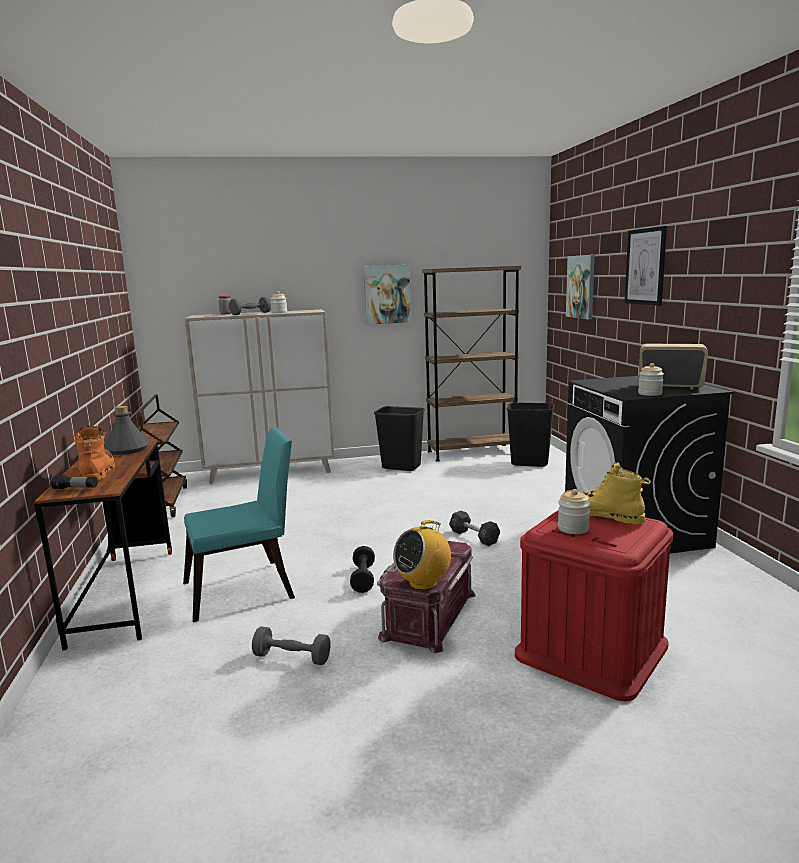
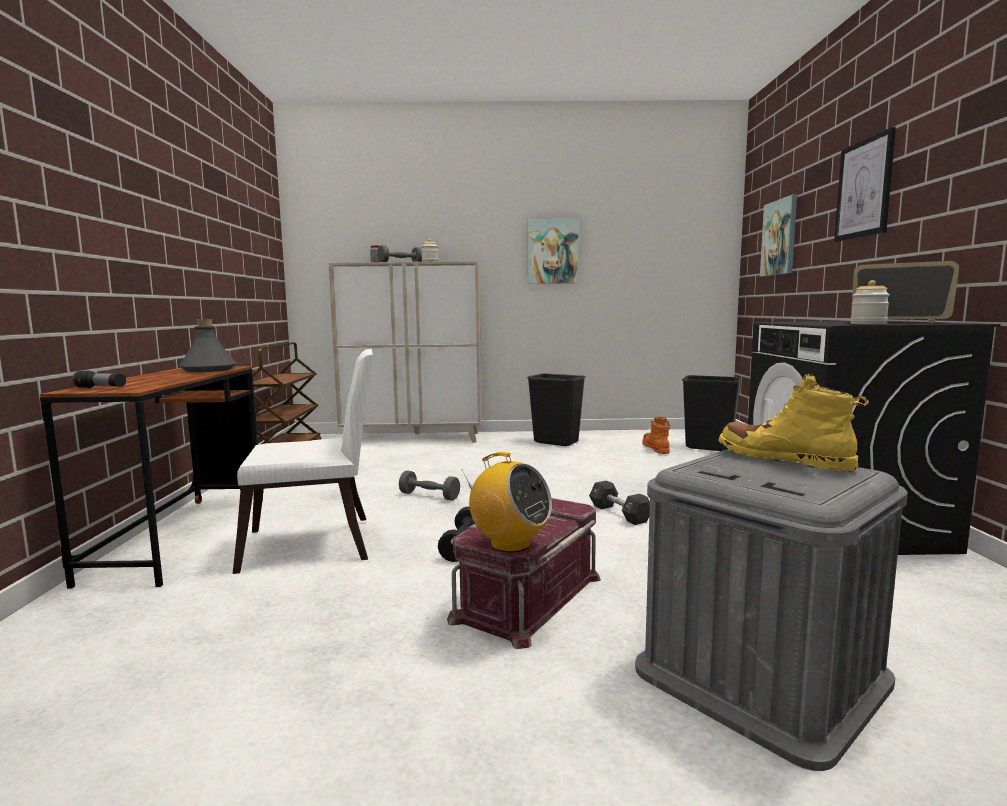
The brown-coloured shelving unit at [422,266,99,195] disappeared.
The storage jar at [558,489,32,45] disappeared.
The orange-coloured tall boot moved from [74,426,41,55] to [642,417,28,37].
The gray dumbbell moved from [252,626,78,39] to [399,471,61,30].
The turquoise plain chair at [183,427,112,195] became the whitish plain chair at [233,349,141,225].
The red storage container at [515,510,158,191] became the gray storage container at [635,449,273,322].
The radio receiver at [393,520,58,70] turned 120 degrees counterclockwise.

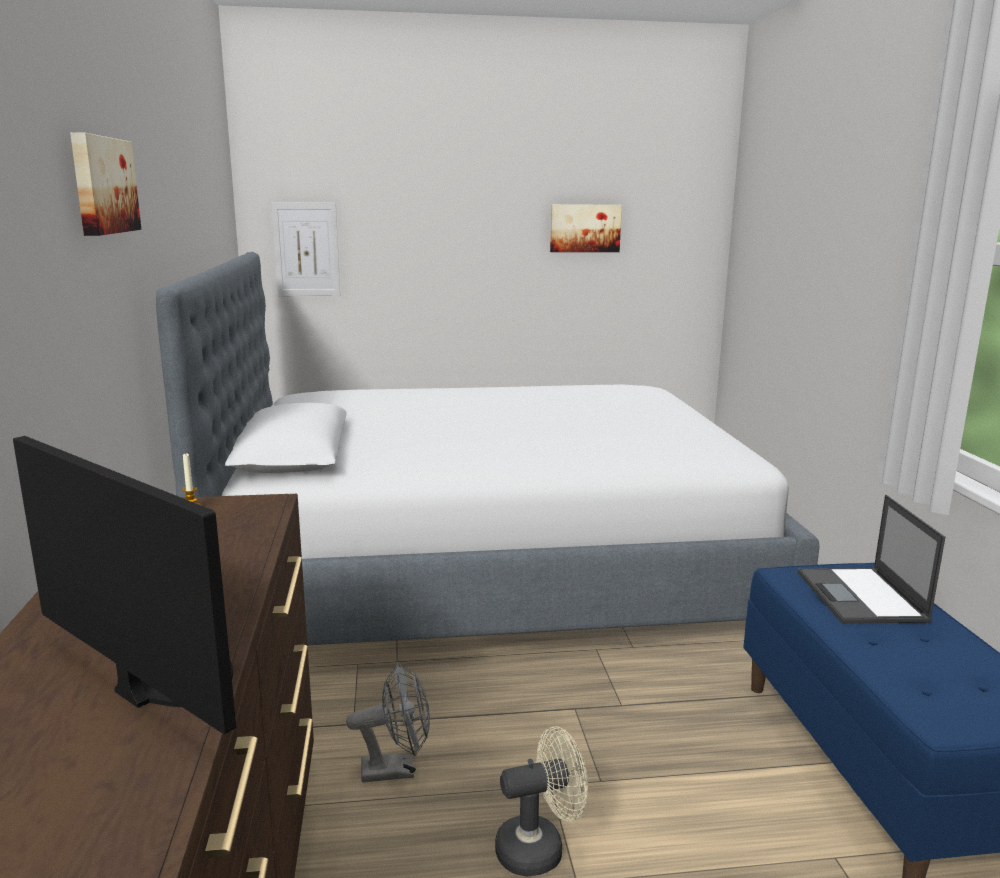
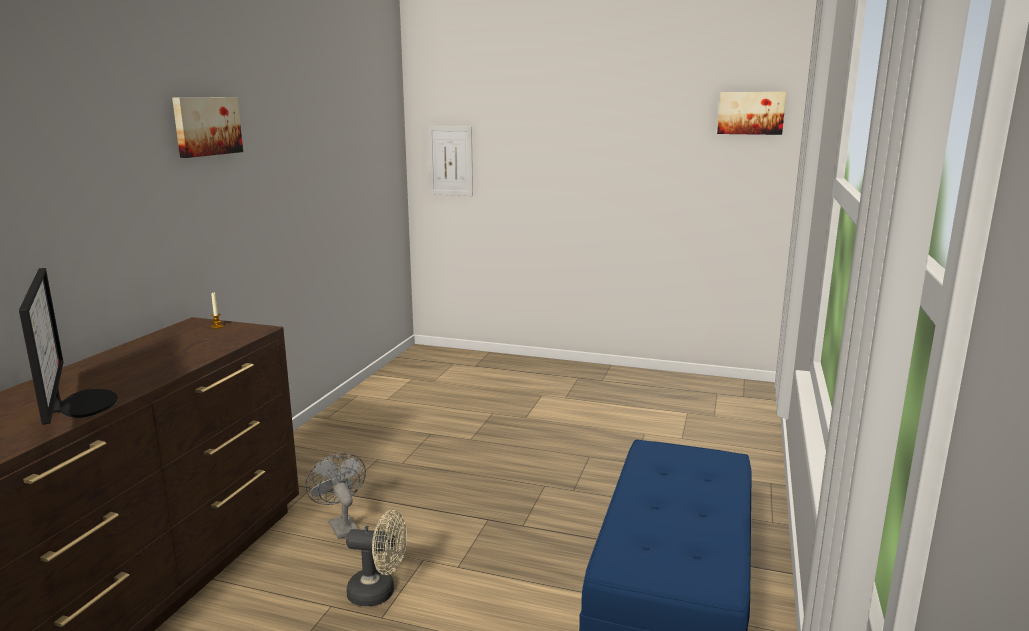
The bed at [156,252,663,393] disappeared.
The notebook computer at [798,495,147,129] disappeared.
The wall art moved from [550,204,72,48] to [717,92,69,43].
The gray fan at [346,663,84,120] turned 135 degrees counterclockwise.

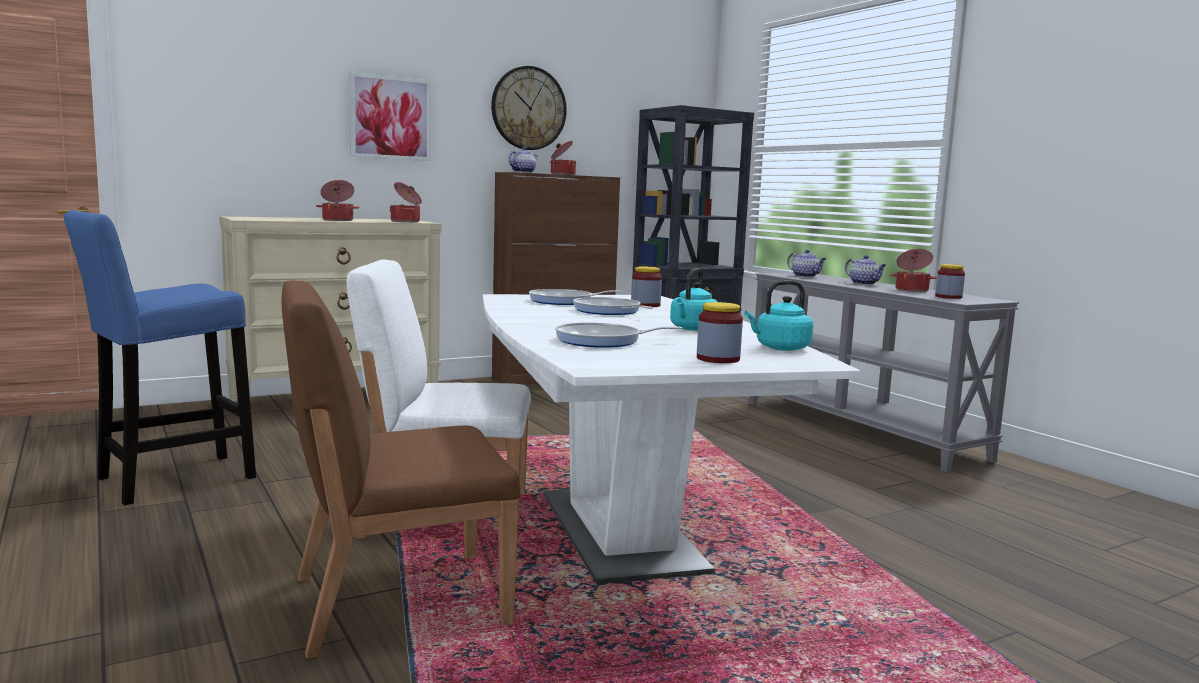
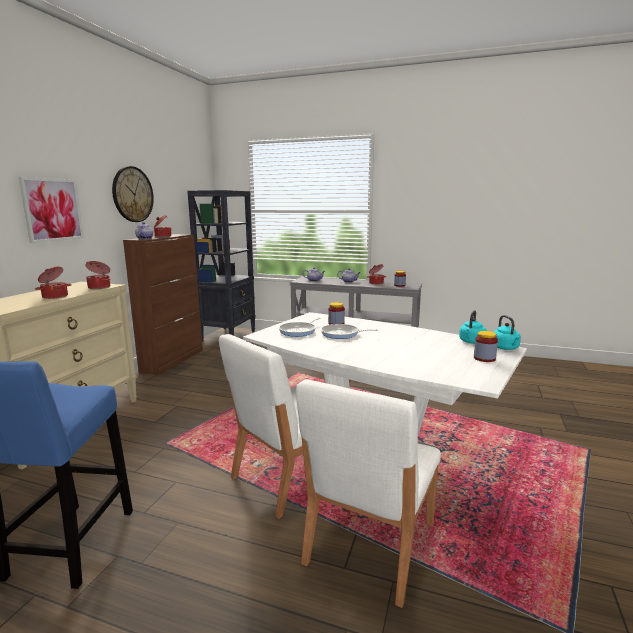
The skillet at [555,323,127,25] disappeared.
The turquoise water kettle moved from [670,268,47,63] to [493,315,28,35].
The brown-coloured plain chair at [282,280,238,378] became the whitish plain chair at [296,379,145,229].

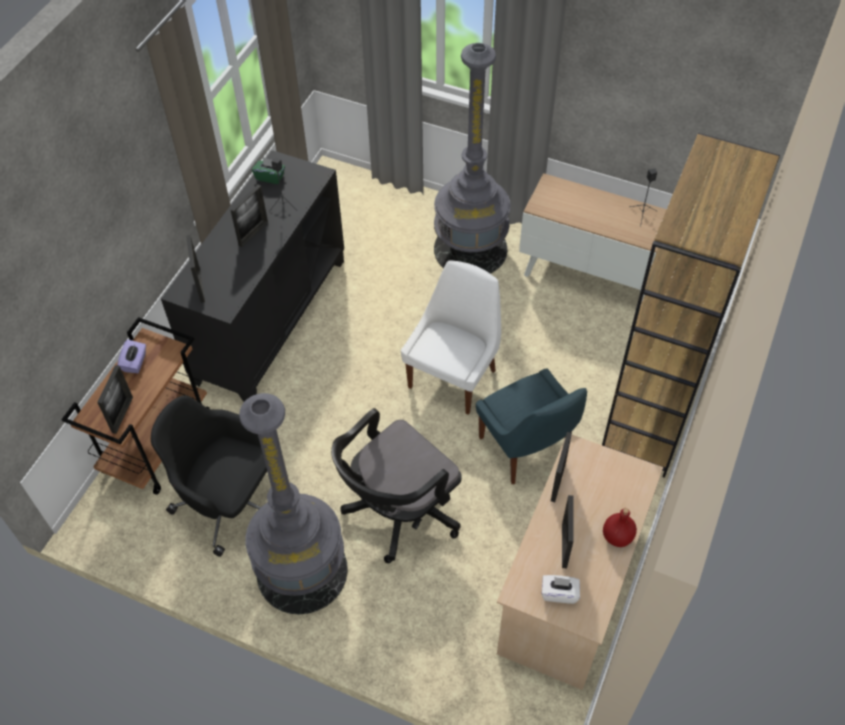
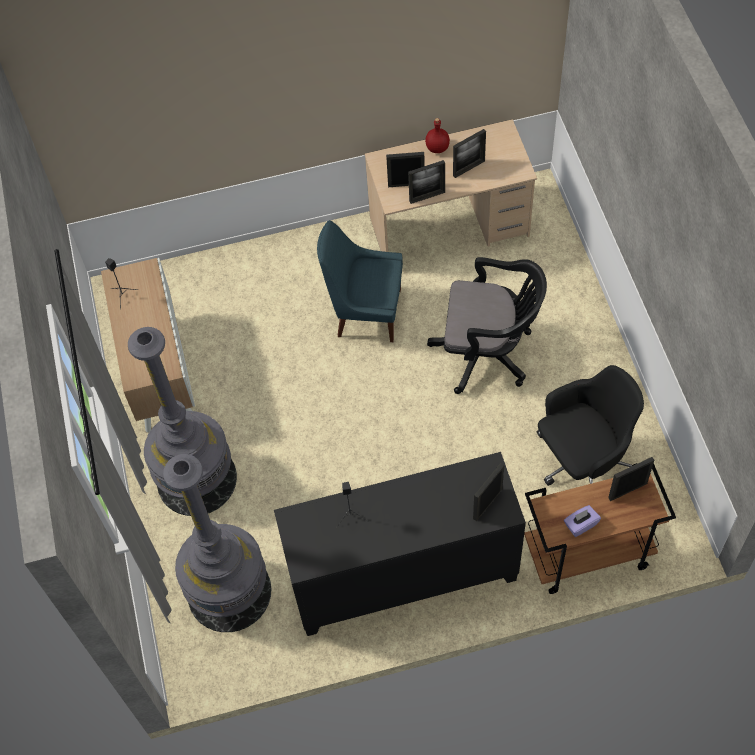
The green tissue box at [252,158,33,26] disappeared.
The whitish plain chair at [401,260,100,155] disappeared.
The whitish tissue box at [542,575,38,29] disappeared.
The brown-coloured shelving unit at [602,133,178,345] disappeared.
The picture frame moved from [230,185,38,62] to [386,152,39,35].
The gray standard lamp moved from [239,393,109,221] to [163,454,108,178].
The black desk chair at [151,395,116,162] turned 105 degrees counterclockwise.
The bluish plain chair at [476,368,111,116] turned 105 degrees counterclockwise.

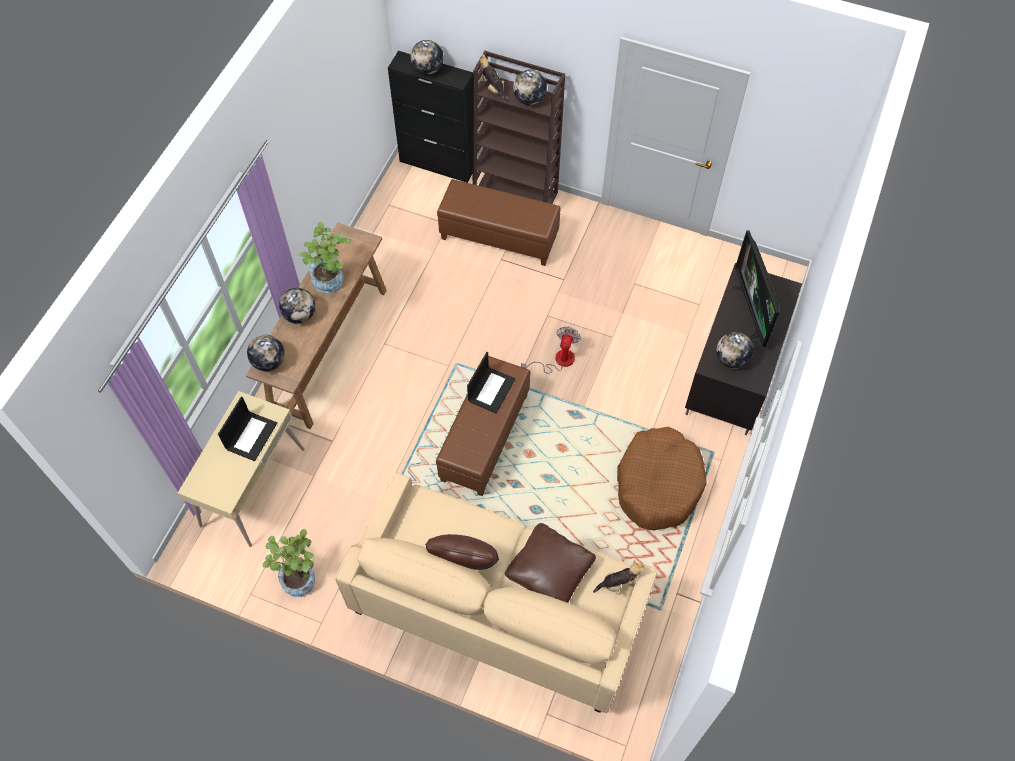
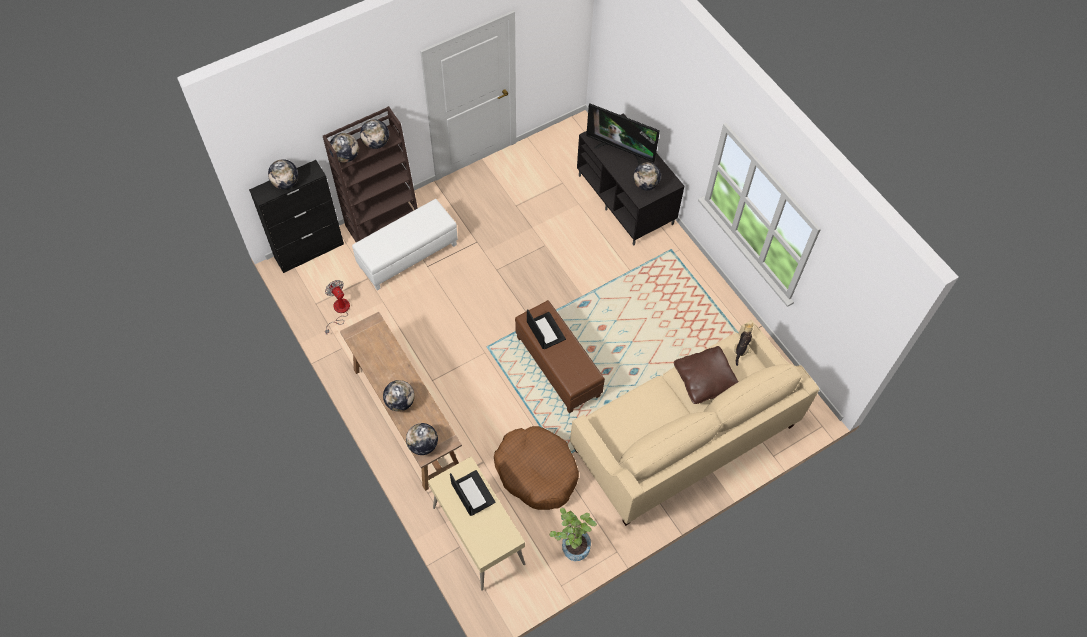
The potted plant at [299,222,53,71] disappeared.
The brown-coloured pillow at [425,534,74,36] disappeared.
The fan moved from [521,327,60,47] to [325,280,25,54].
The brown-coloured dog cushion moved from [617,427,90,103] to [494,426,85,84].
The plush toy at [476,54,34,48] was replaced by the globe at [329,133,30,30].
The brown-coloured footrest at [437,179,124,87] became the whitish footrest at [352,199,106,92].

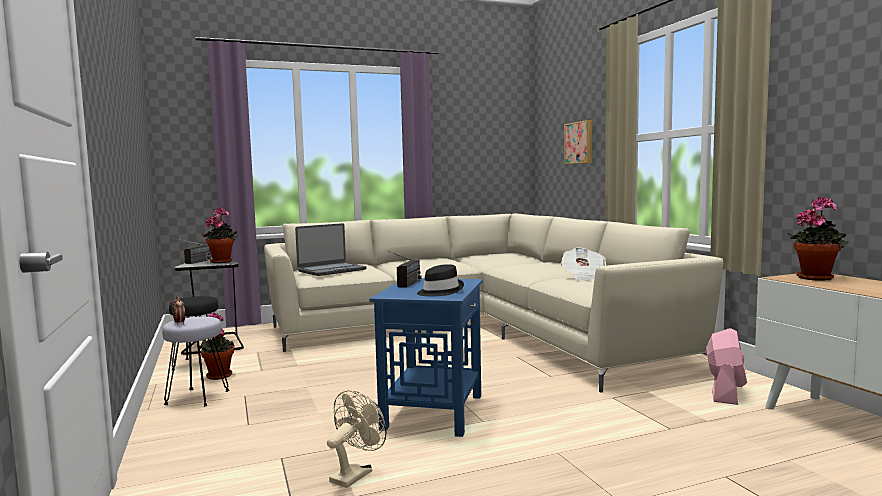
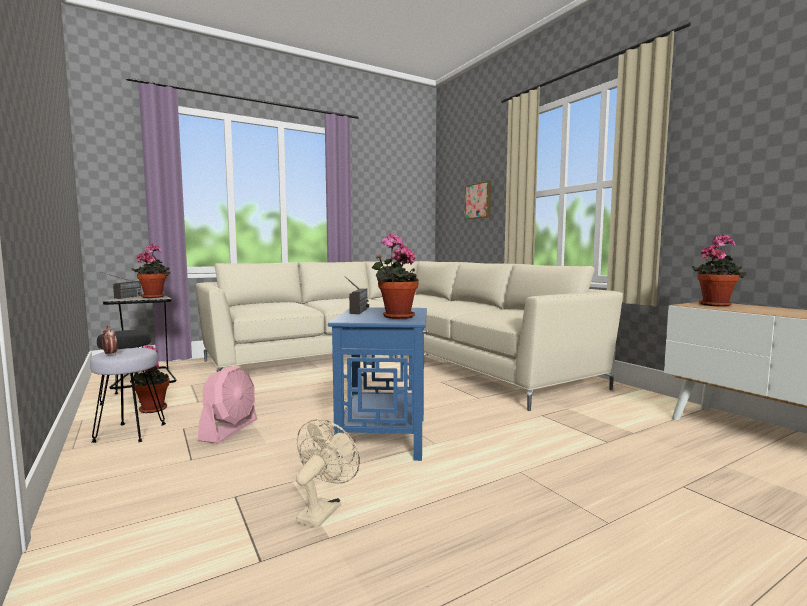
The notebook computer at [295,223,71,53] disappeared.
The printed paper at [560,247,46,34] disappeared.
The pinkish fan moved from [706,328,41,77] to [198,365,59,79].
The black hat at [417,264,47,32] was replaced by the potted plant at [371,234,48,85].

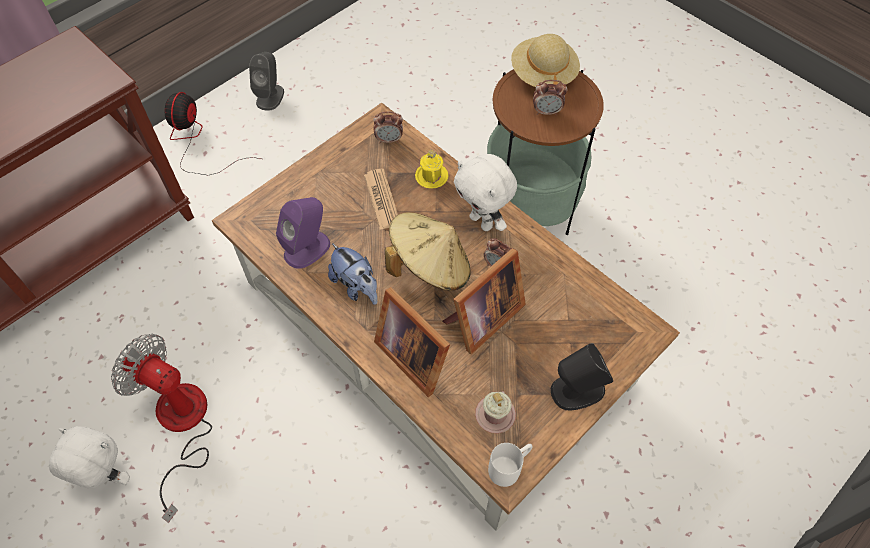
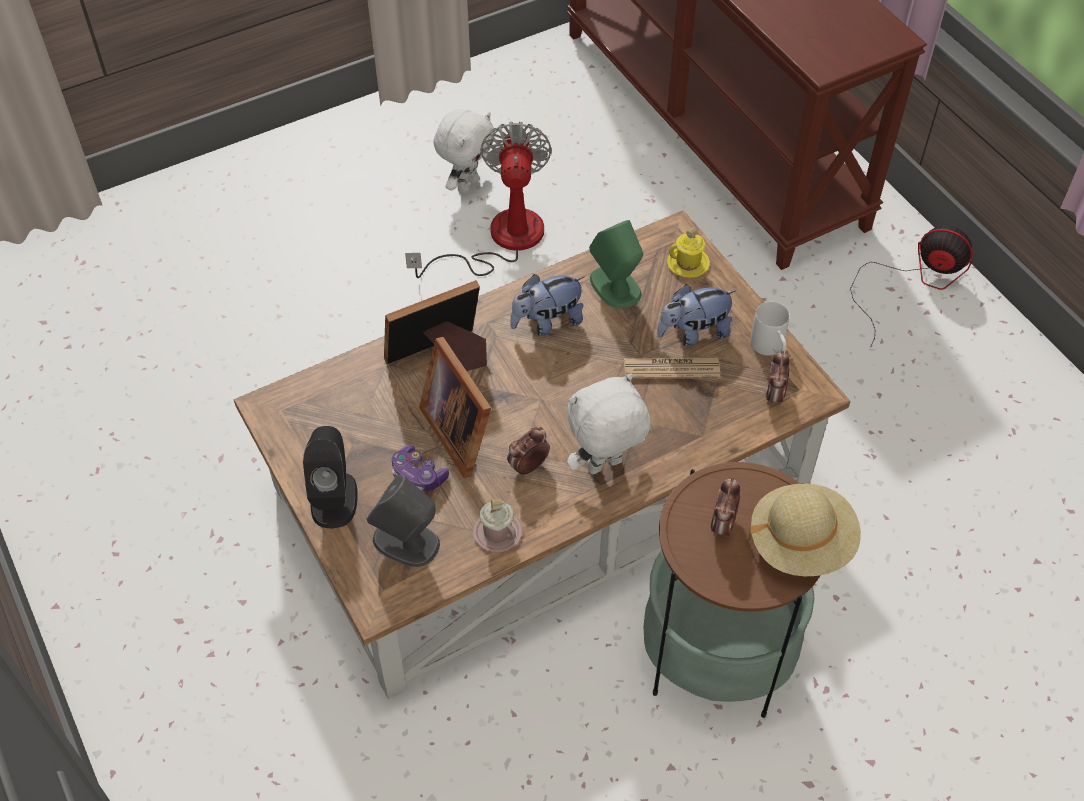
The beige-coloured hat at [385,212,86,79] disappeared.
The joypad at [392,445,57,46] appeared.
The plush toy at [657,284,80,62] appeared.
The gray loudspeaker moved from [249,52,35,59] to [367,475,73,92].
The yellow tea mug moved from [415,149,34,40] to [667,227,43,51].
The pinkish tea mug moved from [475,391,41,42] to [473,499,49,53].
The whitish tea mug moved from [488,443,45,44] to [750,302,40,53].
The purplish loudspeaker at [276,197,54,72] became the green loudspeaker at [589,220,54,89].
The fan at [111,334,101,189] turned 45 degrees counterclockwise.

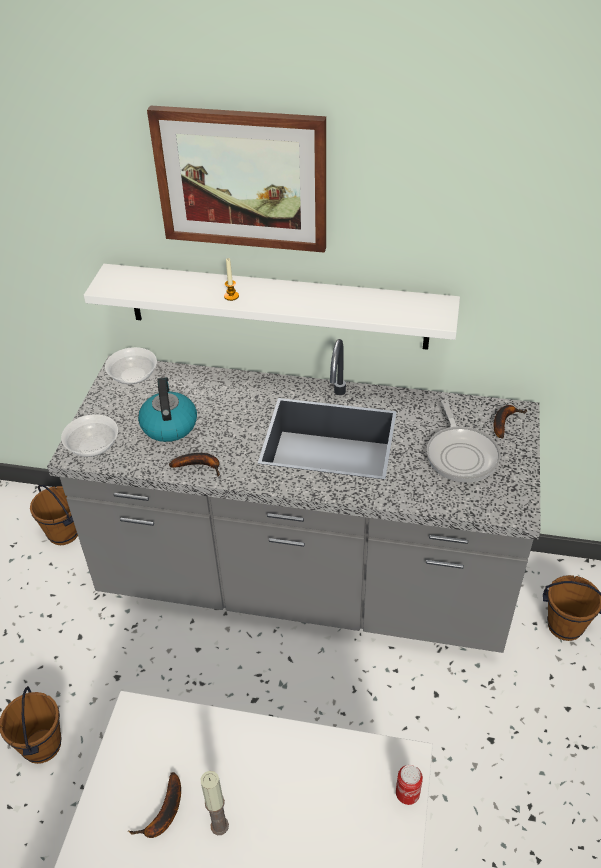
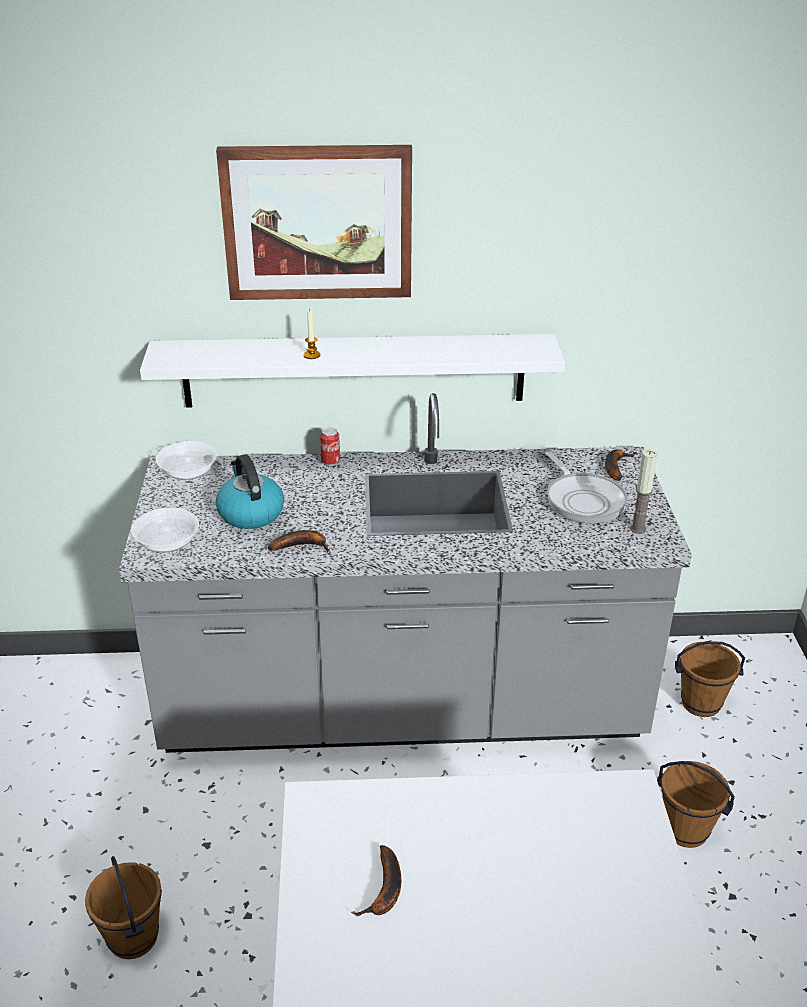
The brown-coloured pail moved from [30,485,48,60] to [657,761,78,87].
The candle moved from [200,771,29,64] to [630,450,27,84].
The sealed can moved from [396,765,27,40] to [320,427,20,39].

